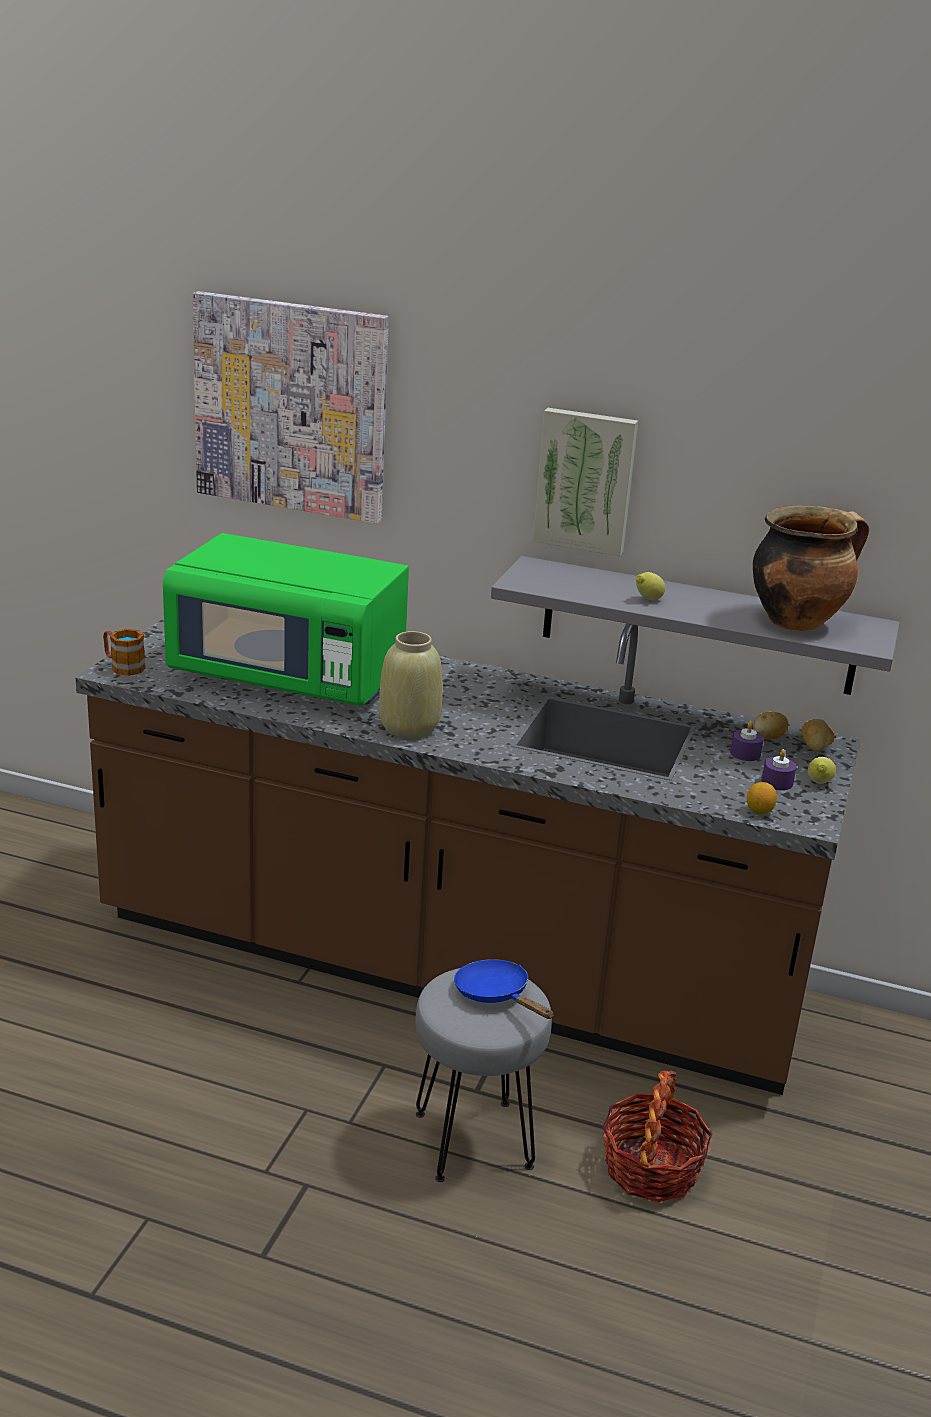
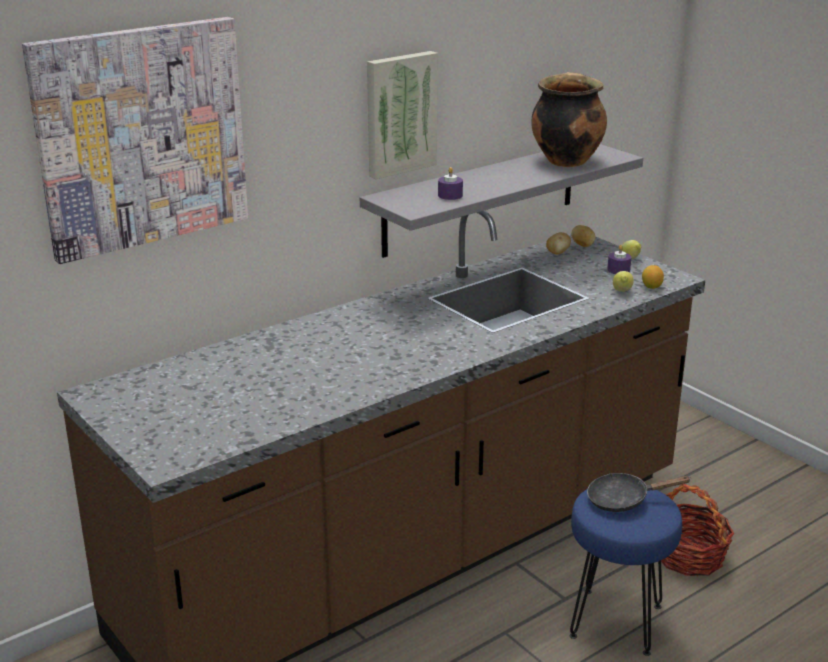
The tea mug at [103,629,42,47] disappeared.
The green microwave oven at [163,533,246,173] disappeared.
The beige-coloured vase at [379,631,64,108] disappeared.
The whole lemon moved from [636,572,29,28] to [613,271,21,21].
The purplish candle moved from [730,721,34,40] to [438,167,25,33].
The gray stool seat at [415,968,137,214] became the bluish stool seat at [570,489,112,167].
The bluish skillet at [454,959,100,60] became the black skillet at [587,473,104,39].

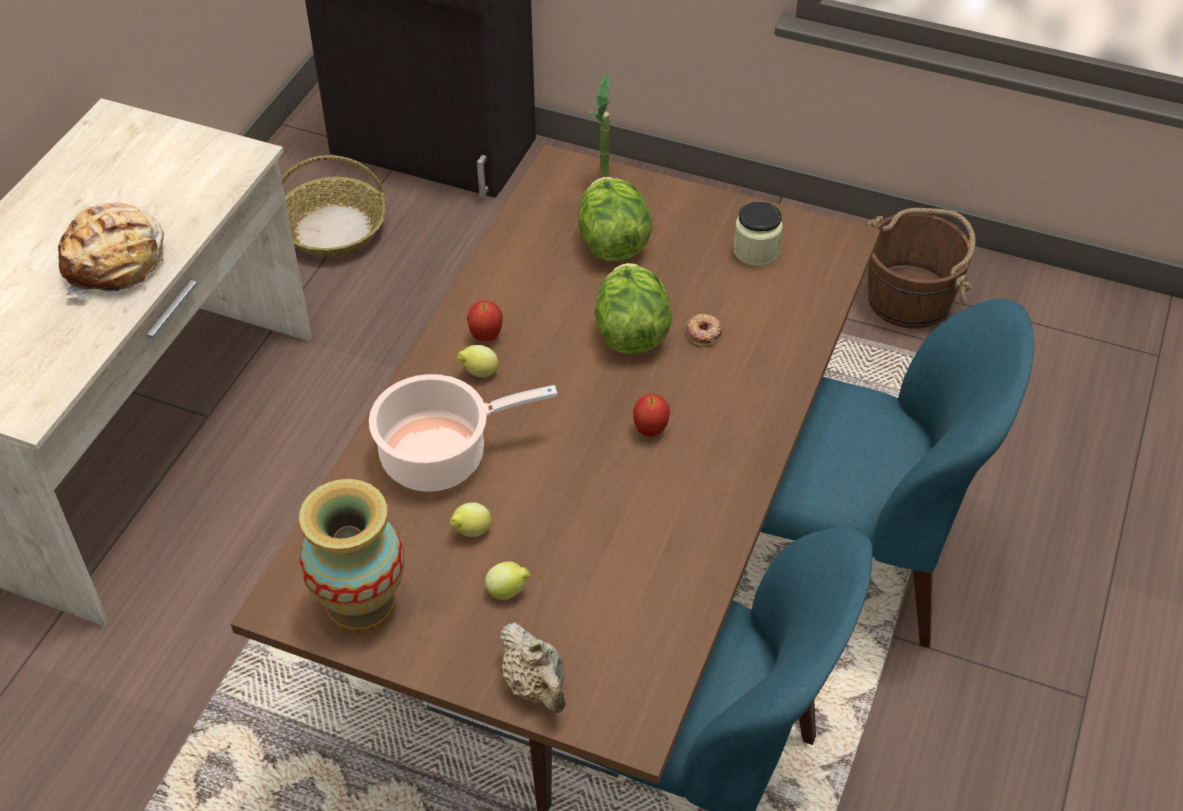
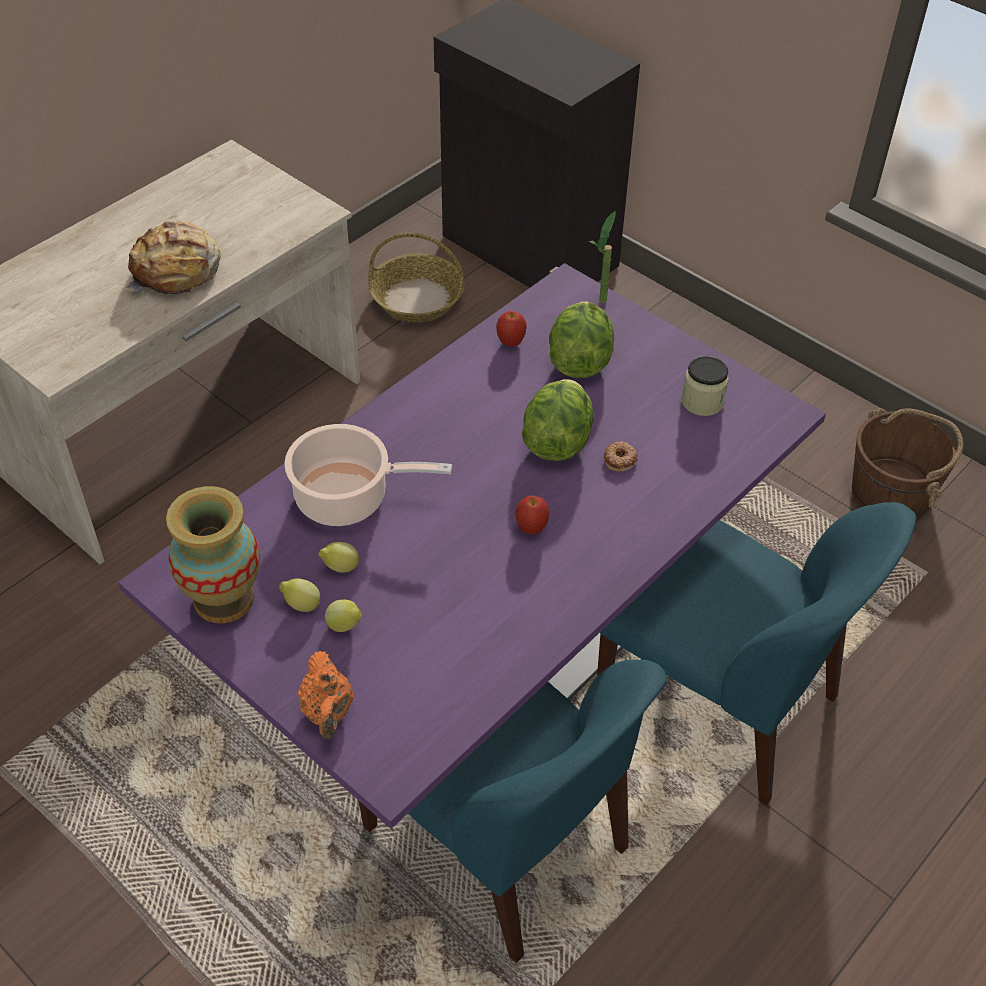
The whole lemon moved from [457,345,41,32] to [279,579,41,33].
The apple fruit moved from [467,300,36,42] to [496,311,31,35].
The brown-coloured dinner table at [231,144,649,641] became the purplish dinner table at [118,263,708,566].
The beige-coloured teapot at [500,622,66,92] became the orange-coloured teapot at [298,651,55,88].

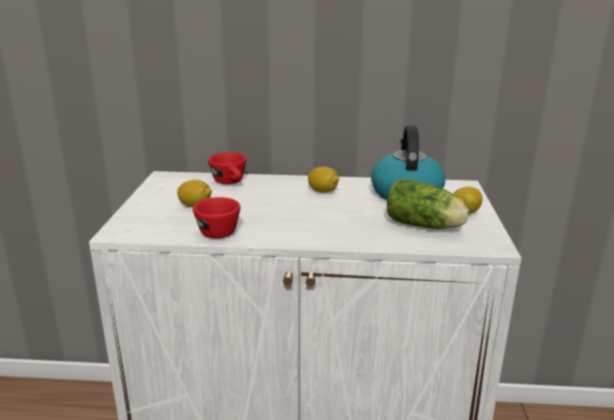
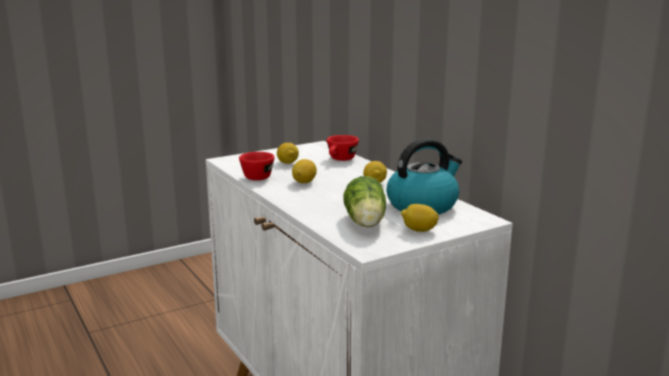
The whole lemon at [292,159,25,24] appeared.

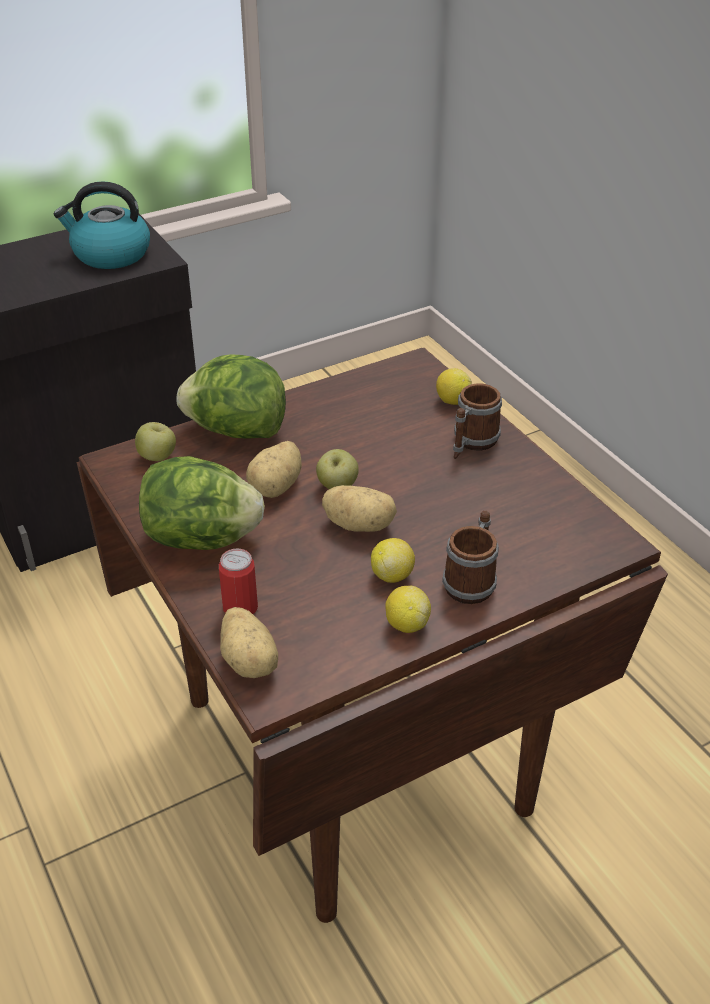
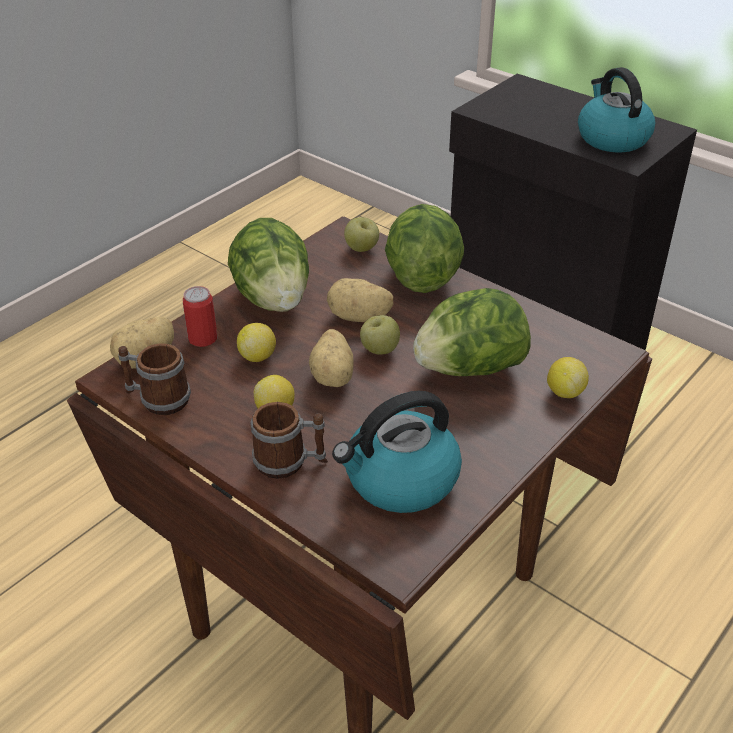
The water kettle at [332,391,130,122] appeared.
The lettuce head at [413,288,118,88] appeared.
The whole lemon moved from [385,586,46,47] to [237,323,39,39].
The tea mug moved from [453,383,49,76] to [118,343,73,72].

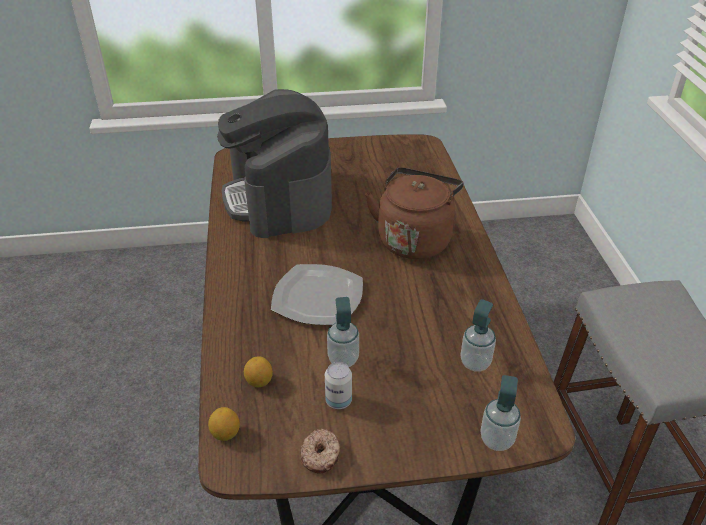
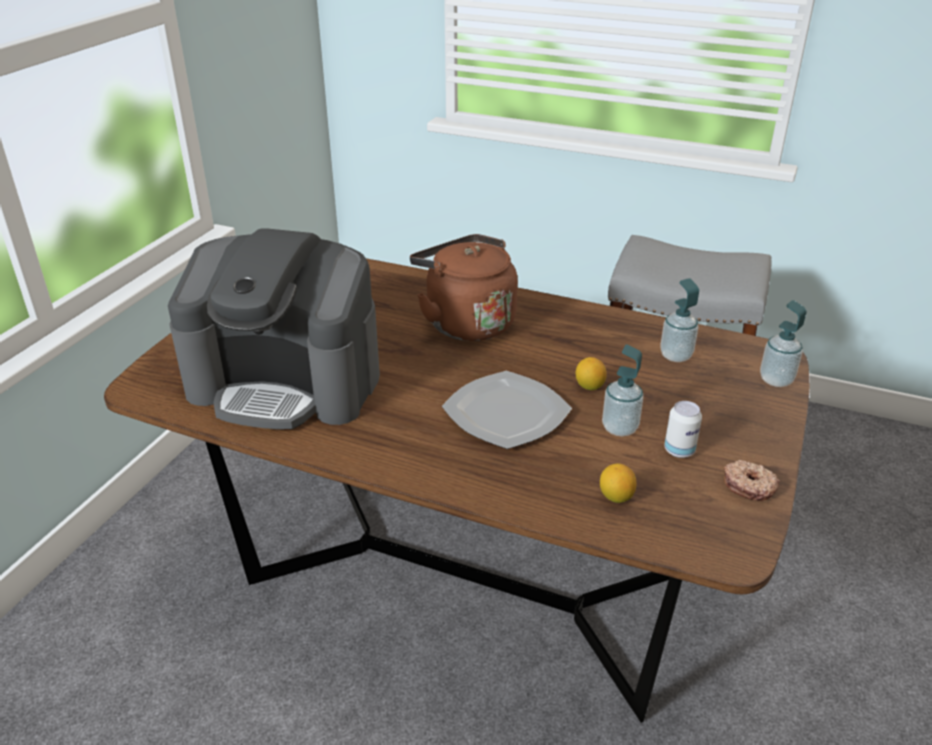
The whole lemon moved from [208,407,32,34] to [576,357,31,33].

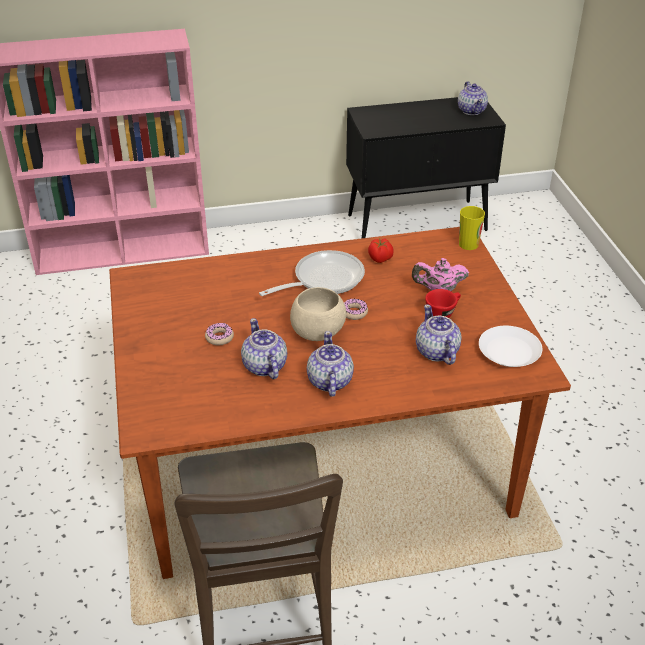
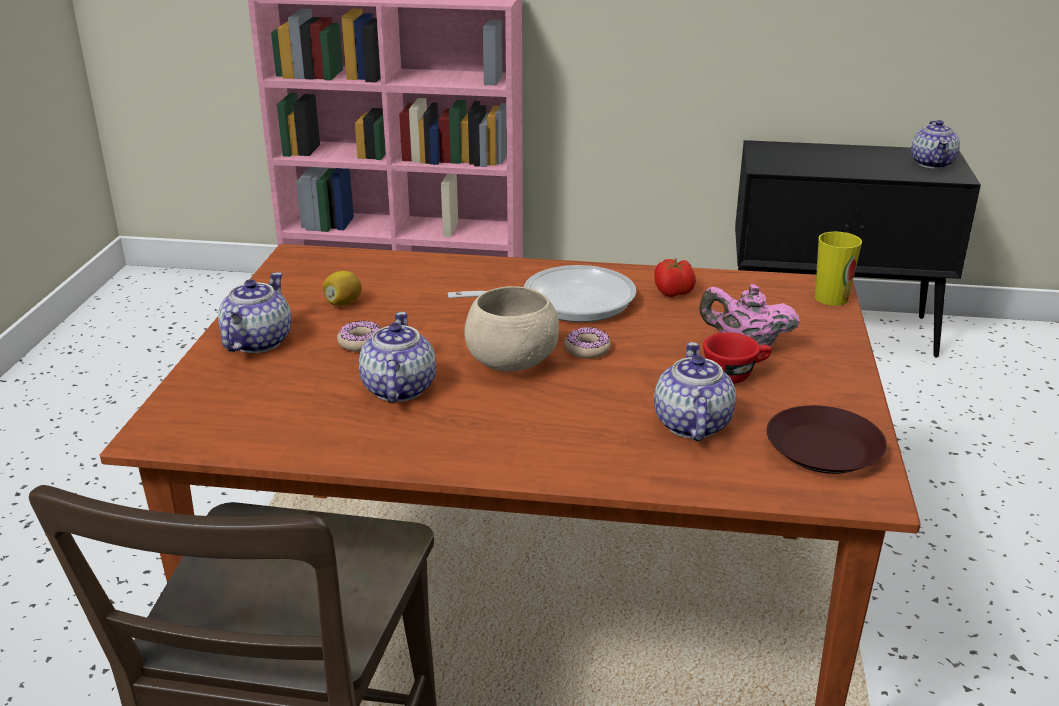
The whole lemon at [323,271,39,35] appeared.
The teapot moved from [307,331,47,66] to [218,272,73,81].
The whitish flat dish at [479,326,63,41] became the brown-coloured flat dish at [767,405,120,69].

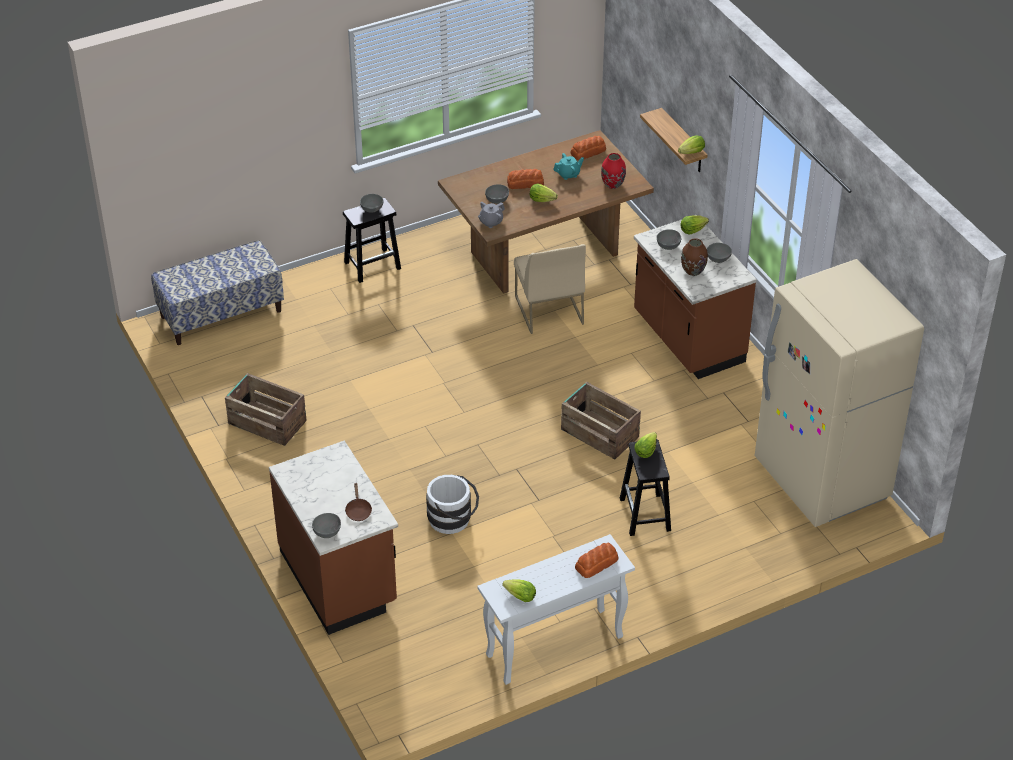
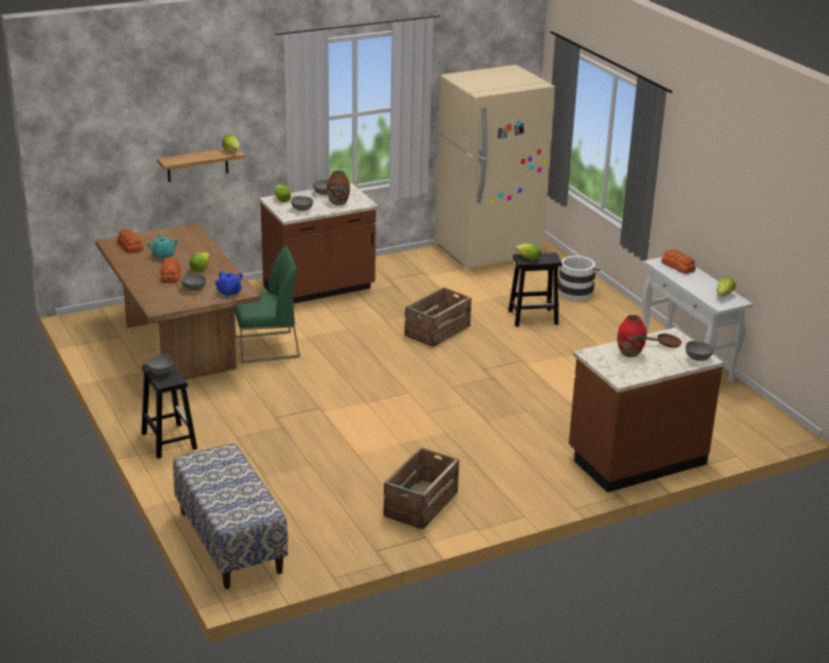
The whitish pail moved from [426,475,53,59] to [558,256,43,45].
The red vase moved from [601,153,25,36] to [617,315,29,42].
The gray teapot at [478,202,27,26] became the bluish teapot at [215,271,28,26].
The beige-coloured plain chair at [514,244,72,90] became the green plain chair at [234,246,66,117].

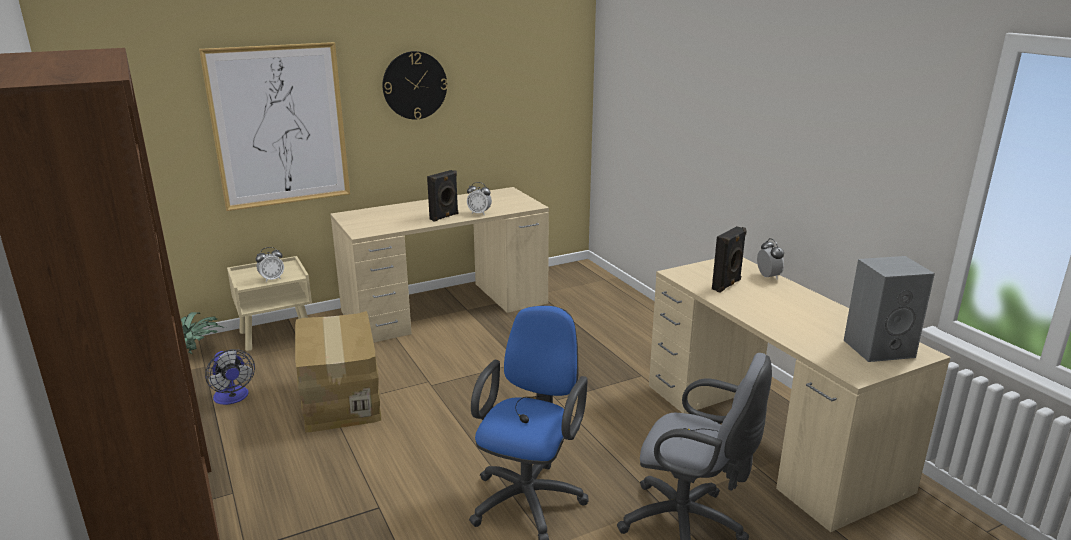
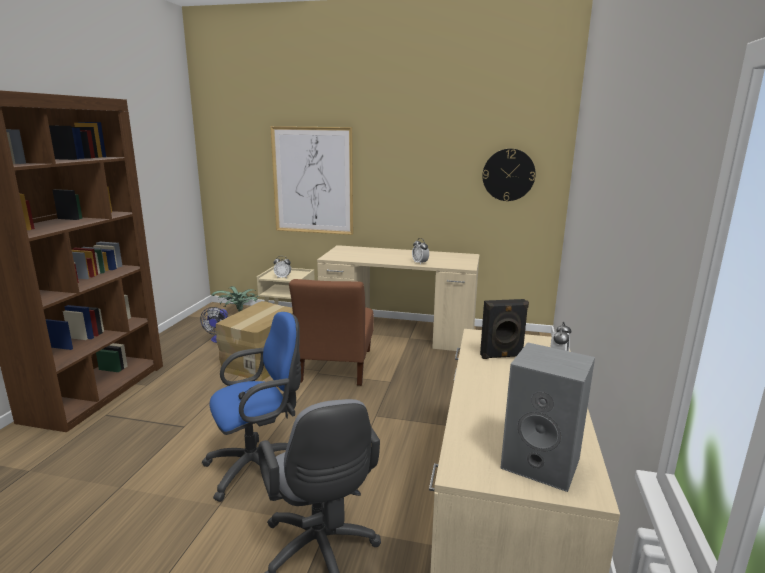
The black loudspeaker at [427,170,31,52] disappeared.
The brown-coloured plain chair at [289,279,85,107] appeared.
The hanging clock moved from [383,51,65,68] to [482,149,54,52].

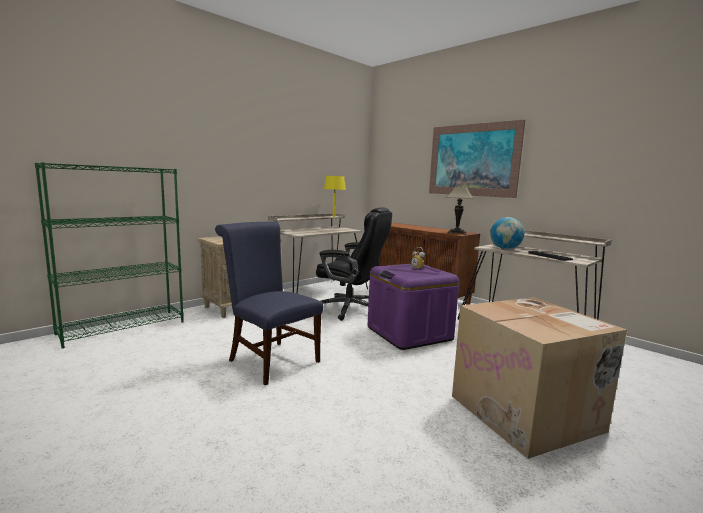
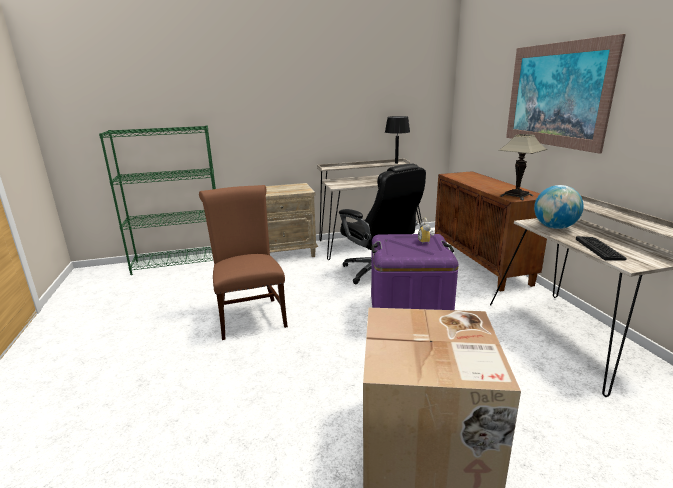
The bluish plain chair at [215,221,108,164] became the brown-coloured plain chair at [199,185,89,155].
The yellow lamp for a table at [324,176,22,41] became the black lamp for a table at [385,116,25,48].

